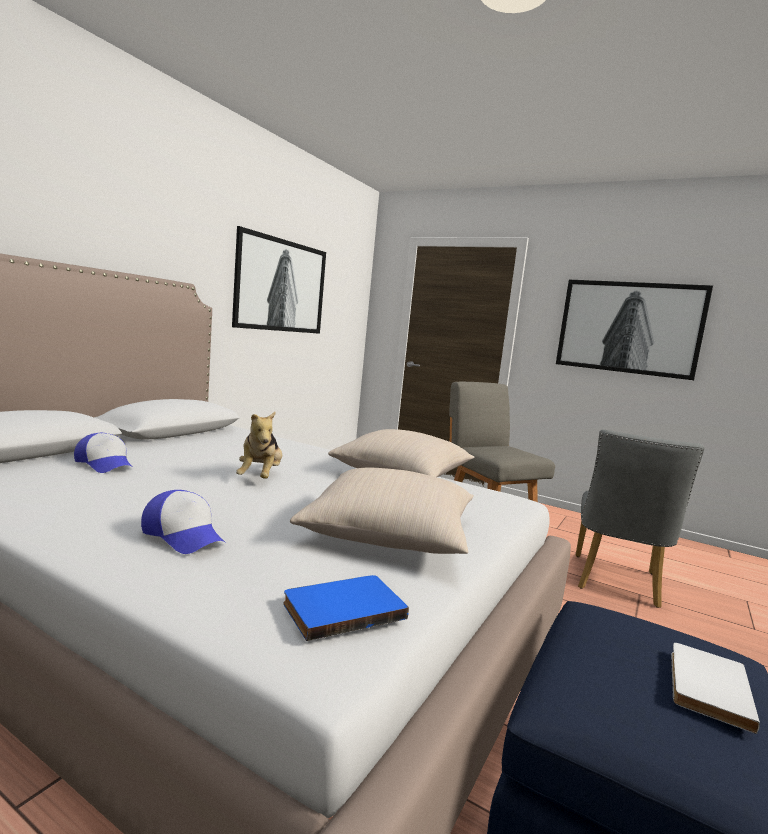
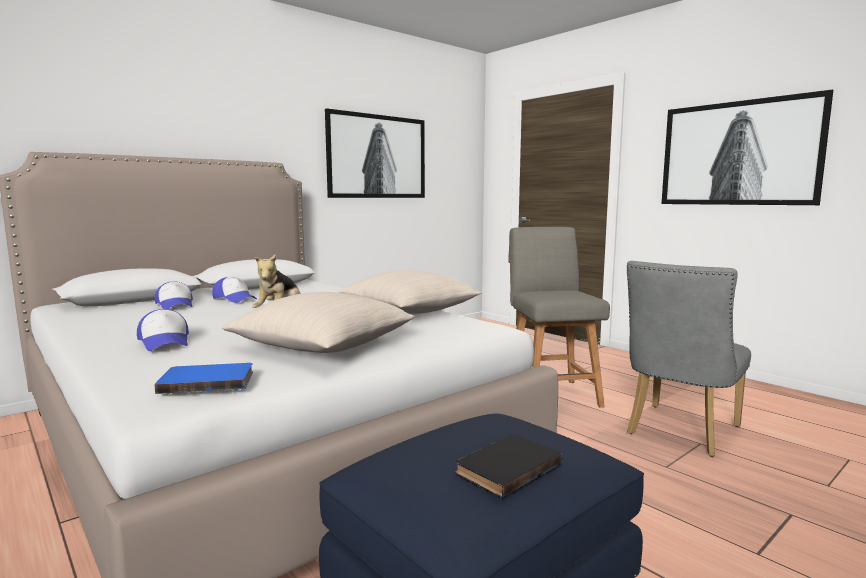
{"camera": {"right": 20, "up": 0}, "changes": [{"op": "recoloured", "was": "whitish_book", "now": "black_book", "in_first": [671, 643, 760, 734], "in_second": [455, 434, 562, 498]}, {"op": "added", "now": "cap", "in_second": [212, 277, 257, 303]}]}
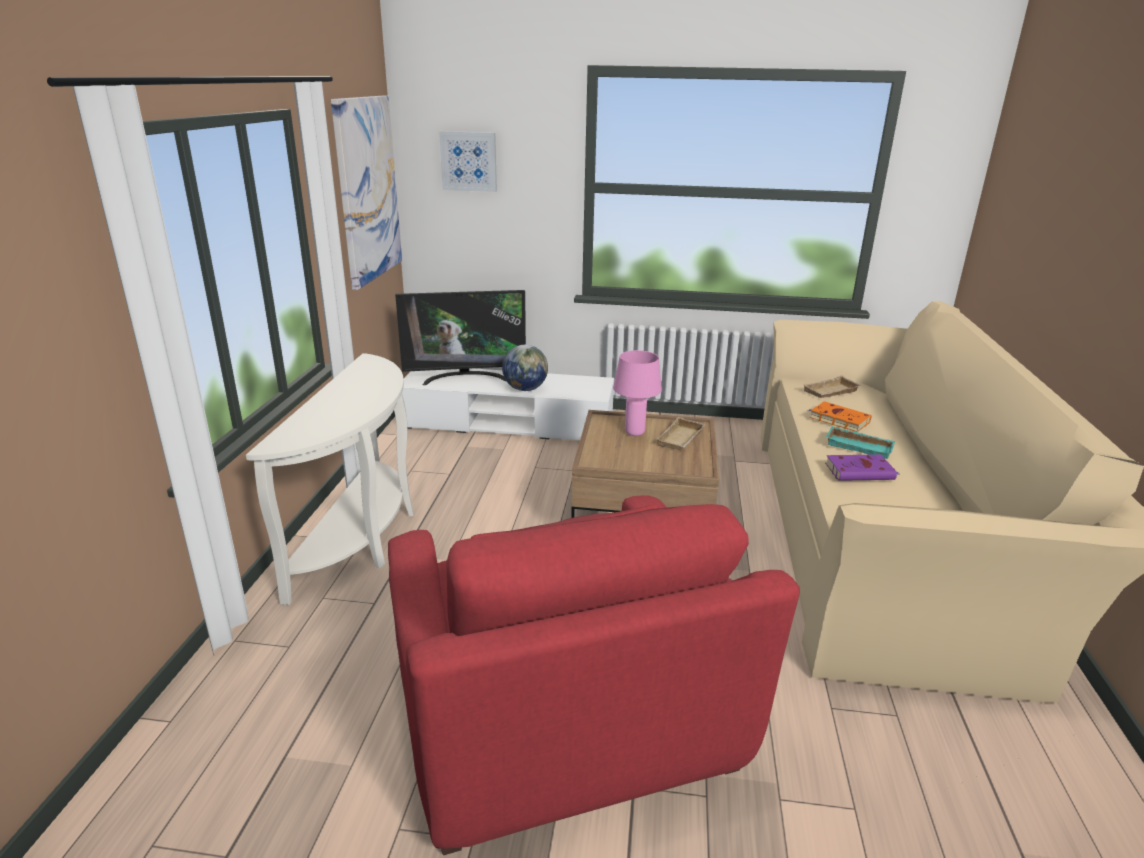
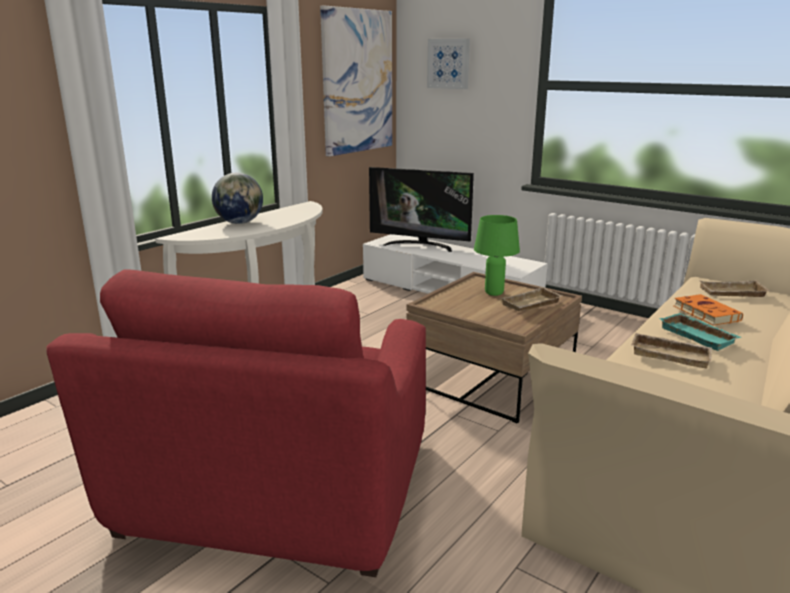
{"camera": {"right": 30, "up": -5}, "changes": [{"op": "moved", "was": "world_globe", "in_first": [502, 345, 548, 391], "in_second": [212, 173, 263, 224]}, {"op": "recoloured", "was": "pinkish_lamp_for_a_table", "now": "green_lamp_for_a_table", "in_first": [613, 350, 662, 436], "in_second": [474, 215, 520, 296]}, {"op": "replaced", "was": "purple_book", "now": "sand-coloured_tray", "in_first": [825, 455, 899, 481], "in_second": [631, 333, 712, 368]}]}
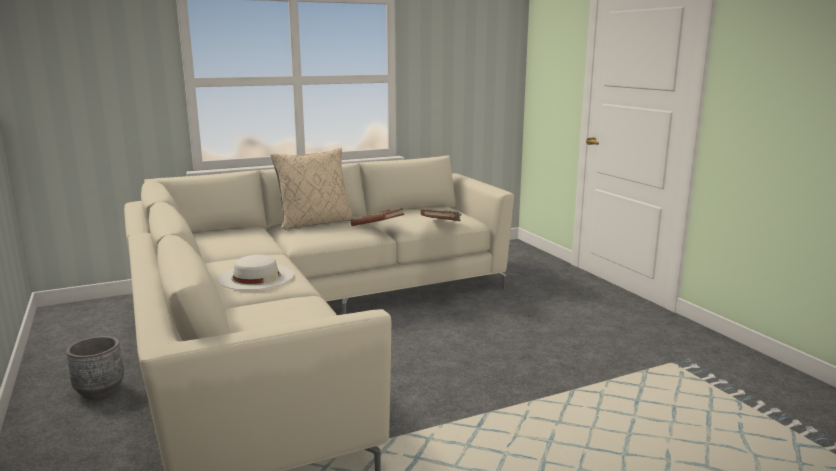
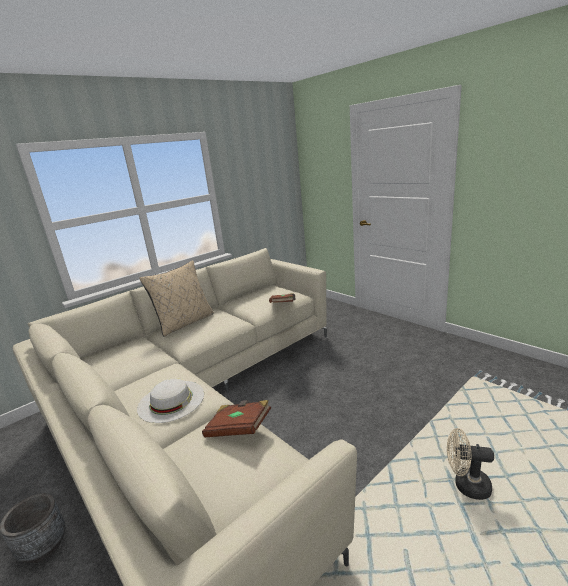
{"camera": {"right": -15, "up": 5}, "changes": [{"op": "moved", "was": "brownish_book", "in_first": [350, 208, 404, 226], "in_second": [202, 400, 271, 437]}, {"op": "added", "now": "sand-coloured_electric_fan", "in_second": [447, 428, 494, 500]}]}
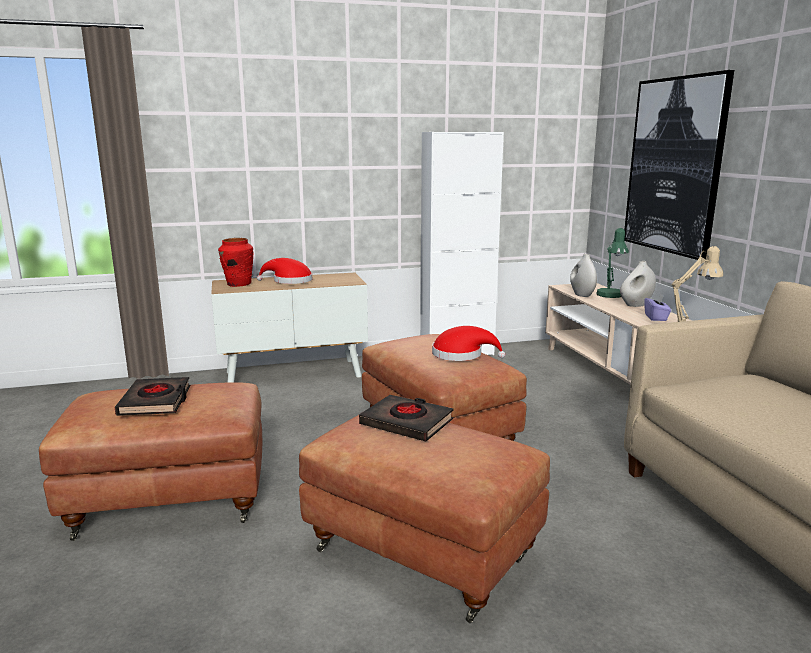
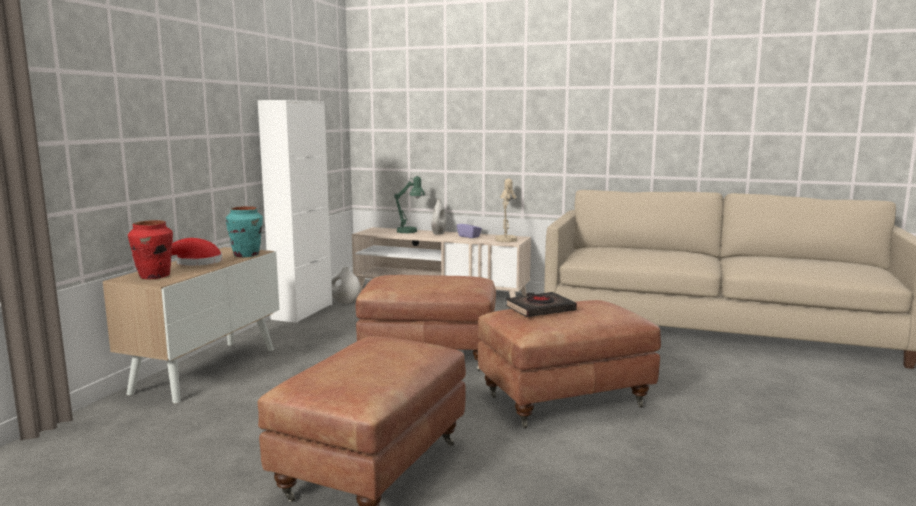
{"camera": {"right": -55, "up": -5}, "changes": [{"op": "removed", "was": "black_book", "in_first": [114, 377, 191, 416]}, {"op": "removed", "was": "red_hat", "in_first": [432, 326, 505, 361]}, {"op": "moved", "was": "whitish_flower_vase", "in_first": [570, 254, 597, 297], "in_second": [331, 267, 361, 304]}, {"op": "removed", "was": "wall_picture", "in_first": [624, 70, 734, 260]}, {"op": "added", "now": "blue-green_flower_vase", "in_second": [226, 206, 263, 257]}]}
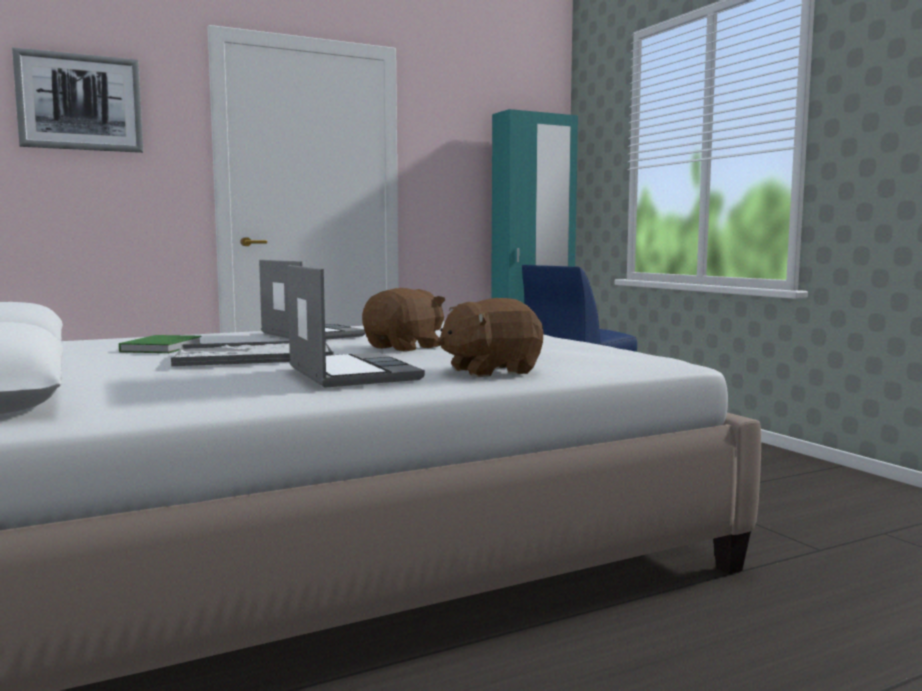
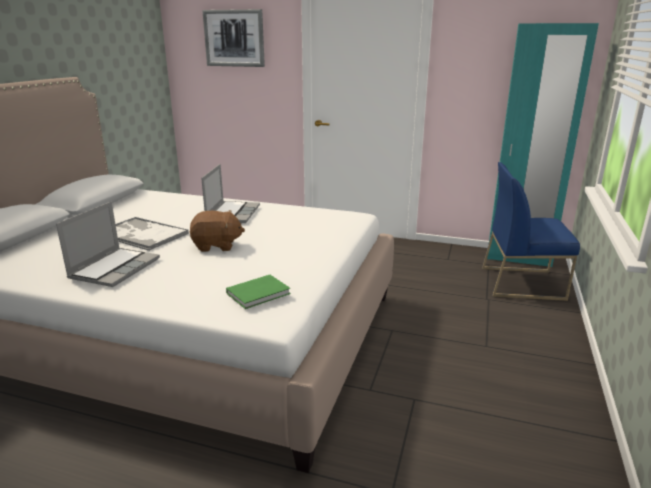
{"camera": {"right": 45, "up": 15}, "changes": [{"op": "moved", "was": "green_book", "in_first": [119, 335, 202, 353], "in_second": [226, 275, 290, 309]}, {"op": "removed", "was": "brownish_plush_toy", "in_first": [437, 298, 543, 378]}]}
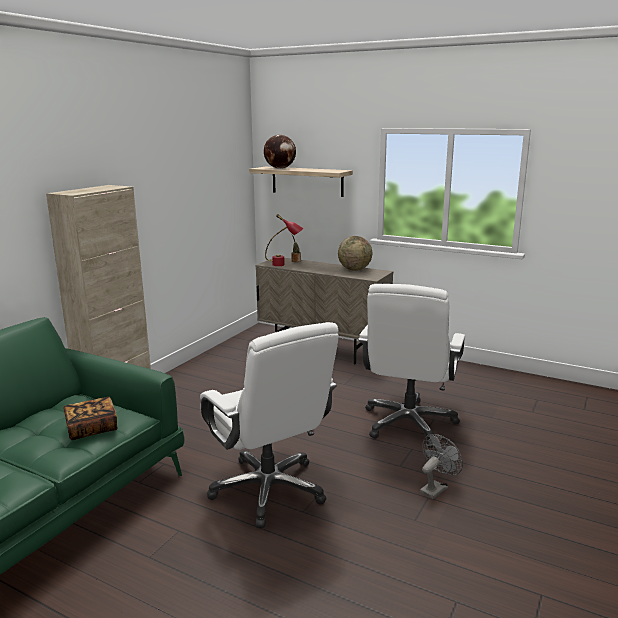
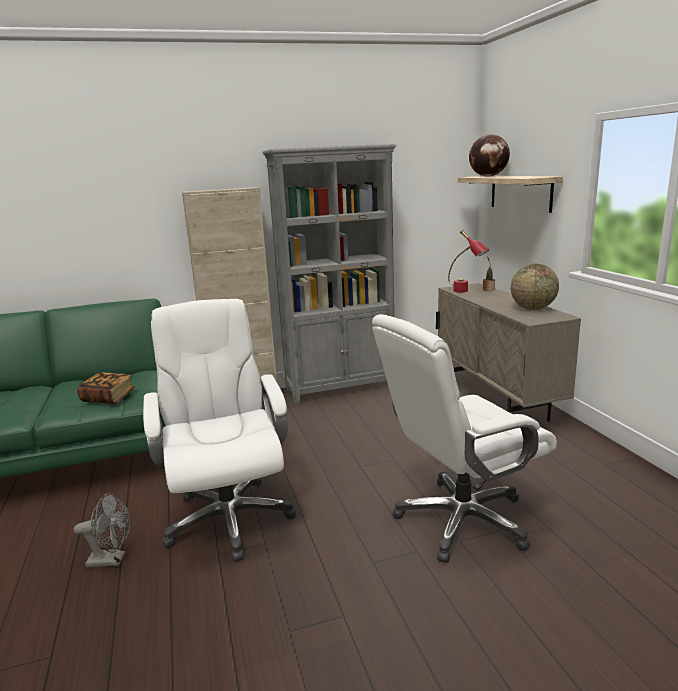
{"camera": {"right": 45, "up": 0}, "changes": [{"op": "turned", "was": "whitish_computer_chair", "in_first": [200, 322, 339, 528], "in_second": [143, 299, 296, 562], "clockwise": 150}, {"op": "moved", "was": "greyish_electric_fan", "in_first": [420, 434, 463, 499], "in_second": [74, 493, 130, 567]}, {"op": "added", "now": "greyish_shelving_unit", "in_second": [263, 144, 396, 404]}]}
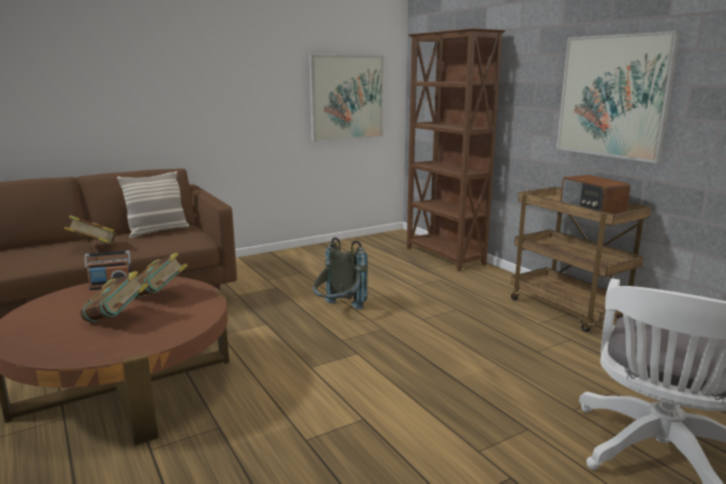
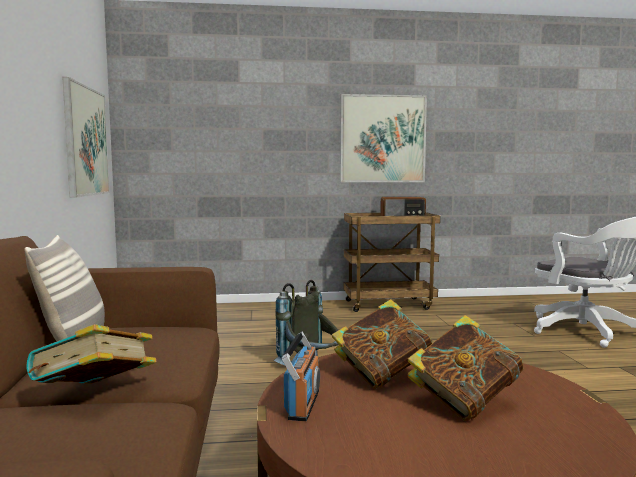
{"camera": {"right": -65, "up": -10}, "changes": [{"op": "removed", "was": "brownish_shelving_unit", "in_first": [407, 28, 505, 271]}]}
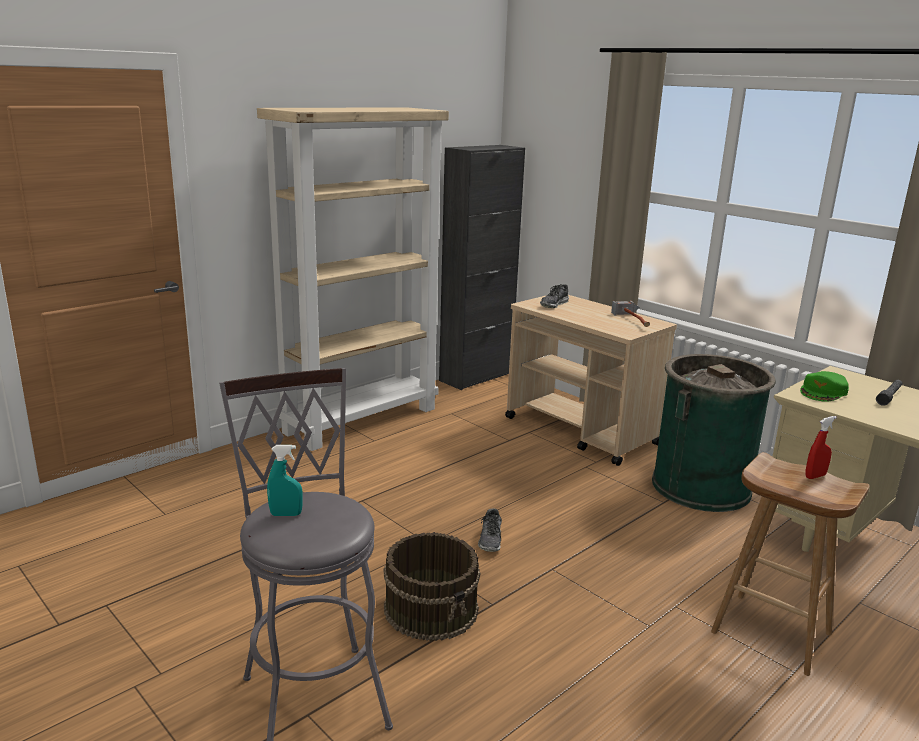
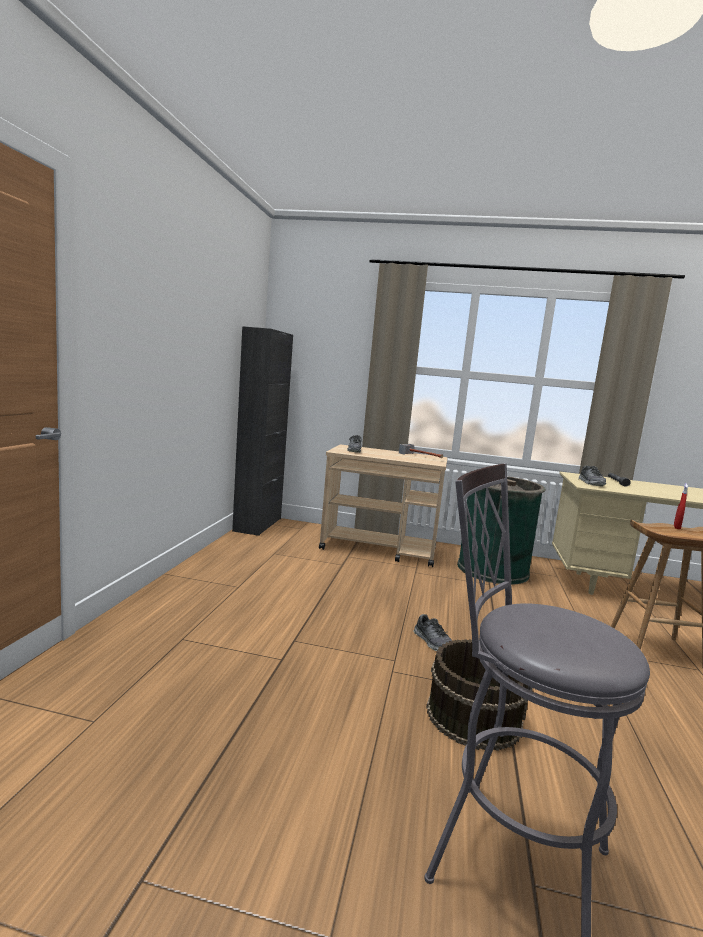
{"camera": {"right": -35, "up": -10}, "changes": [{"op": "removed", "was": "sand-coloured_shelving_unit", "in_first": [257, 107, 449, 451]}, {"op": "removed", "was": "blue-green_sprayer", "in_first": [267, 445, 303, 516]}, {"op": "replaced", "was": "green_cap", "now": "item_of_footwear", "in_first": [800, 371, 849, 402], "in_second": [578, 466, 606, 487]}]}
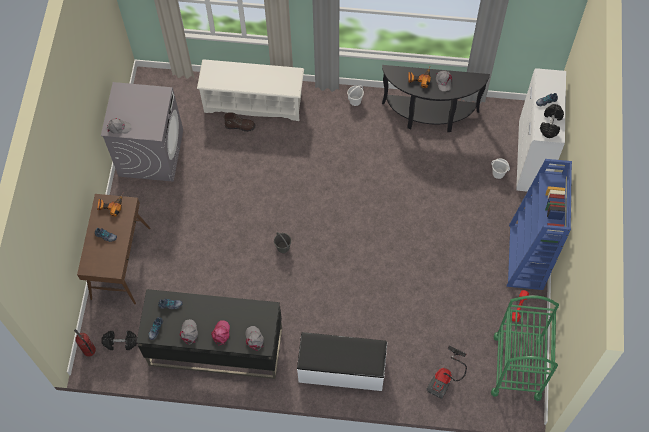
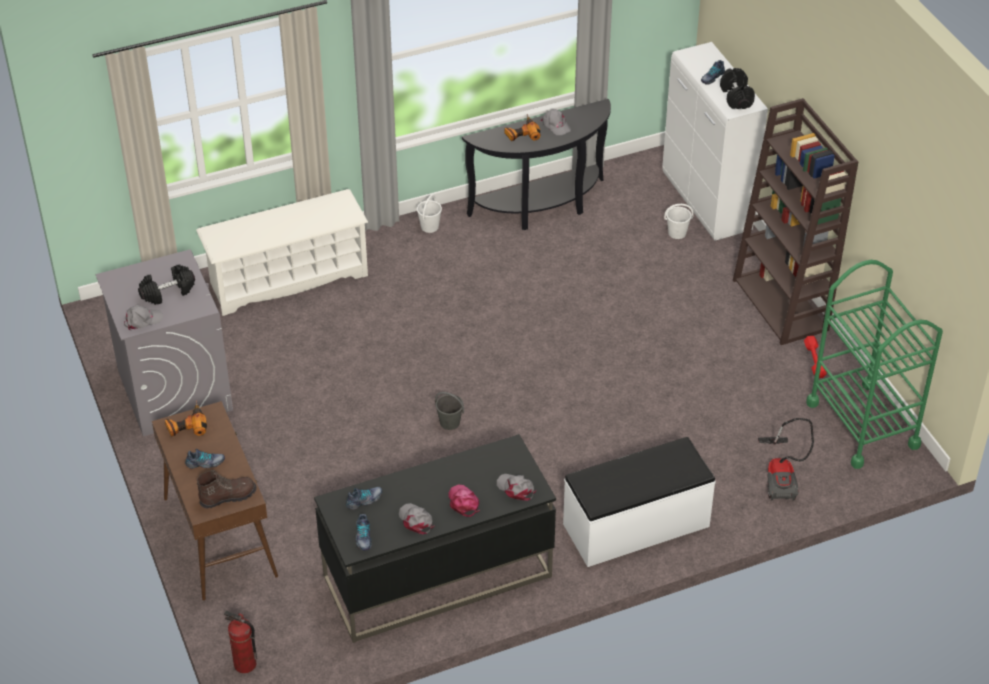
{"camera": {"right": -30, "up": -20}, "changes": [{"op": "moved", "was": "black_dumbbell", "in_first": [101, 331, 137, 350], "in_second": [138, 264, 195, 305]}, {"op": "moved", "was": "brownish_boot", "in_first": [224, 112, 256, 132], "in_second": [197, 470, 256, 508]}, {"op": "recoloured", "was": "blue-coloured_shelving_unit", "now": "brownish_shelving_unit", "in_first": [507, 159, 572, 290], "in_second": [733, 98, 859, 345]}]}
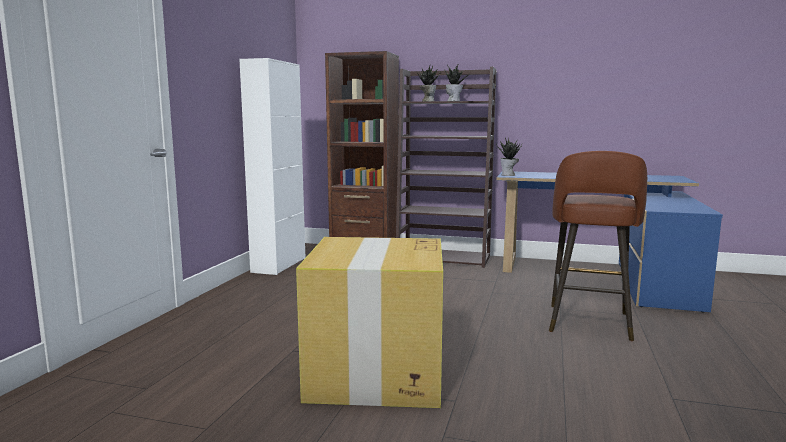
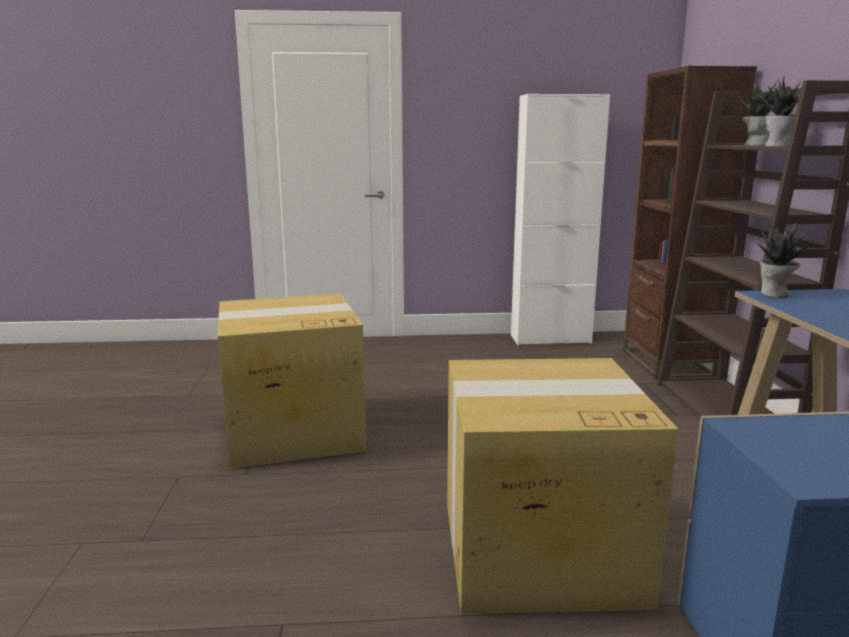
{"camera": {"right": 70, "up": 5}, "changes": [{"op": "replaced", "was": "brownish_sitting_stool", "now": "cardboard_box", "in_first": [549, 151, 647, 341], "in_second": [447, 358, 678, 615]}]}
